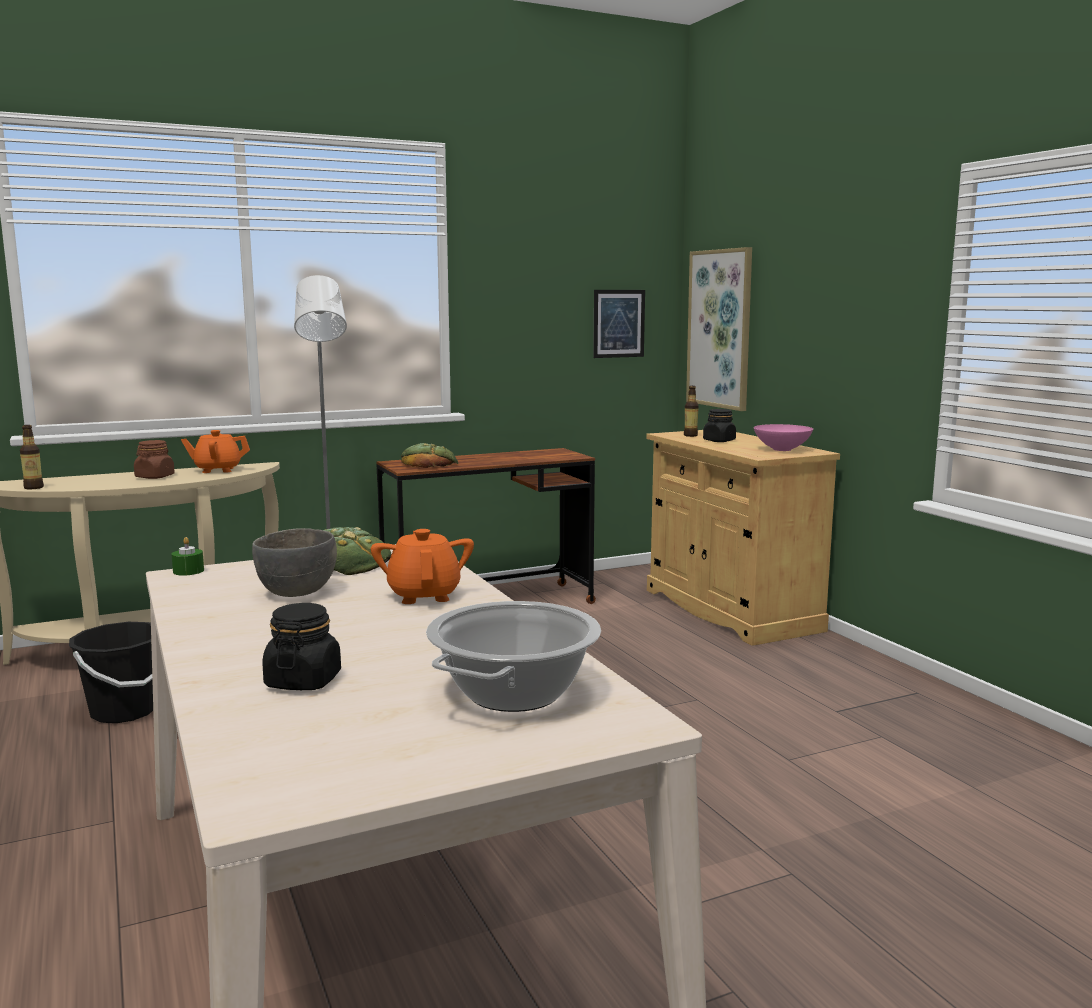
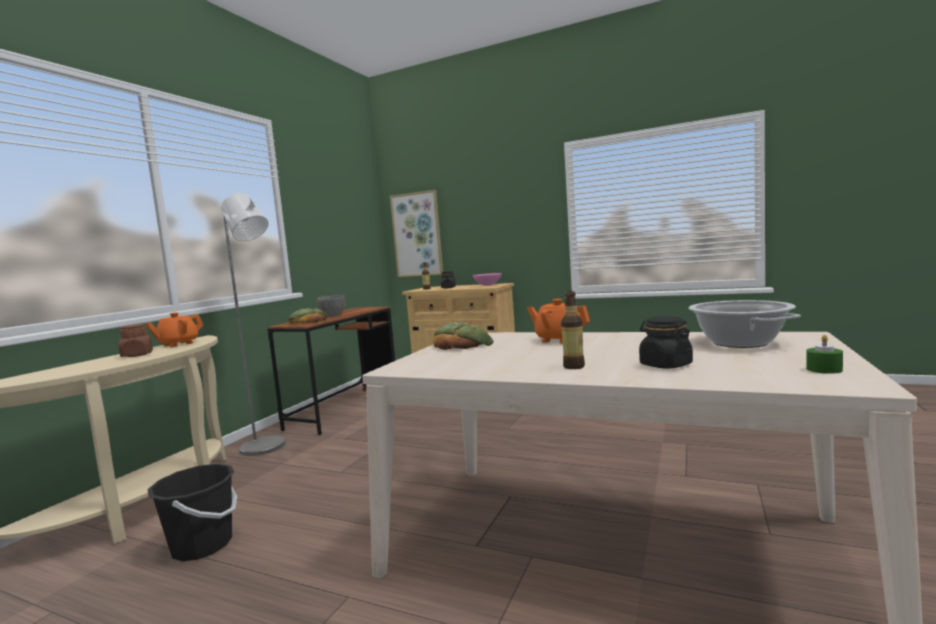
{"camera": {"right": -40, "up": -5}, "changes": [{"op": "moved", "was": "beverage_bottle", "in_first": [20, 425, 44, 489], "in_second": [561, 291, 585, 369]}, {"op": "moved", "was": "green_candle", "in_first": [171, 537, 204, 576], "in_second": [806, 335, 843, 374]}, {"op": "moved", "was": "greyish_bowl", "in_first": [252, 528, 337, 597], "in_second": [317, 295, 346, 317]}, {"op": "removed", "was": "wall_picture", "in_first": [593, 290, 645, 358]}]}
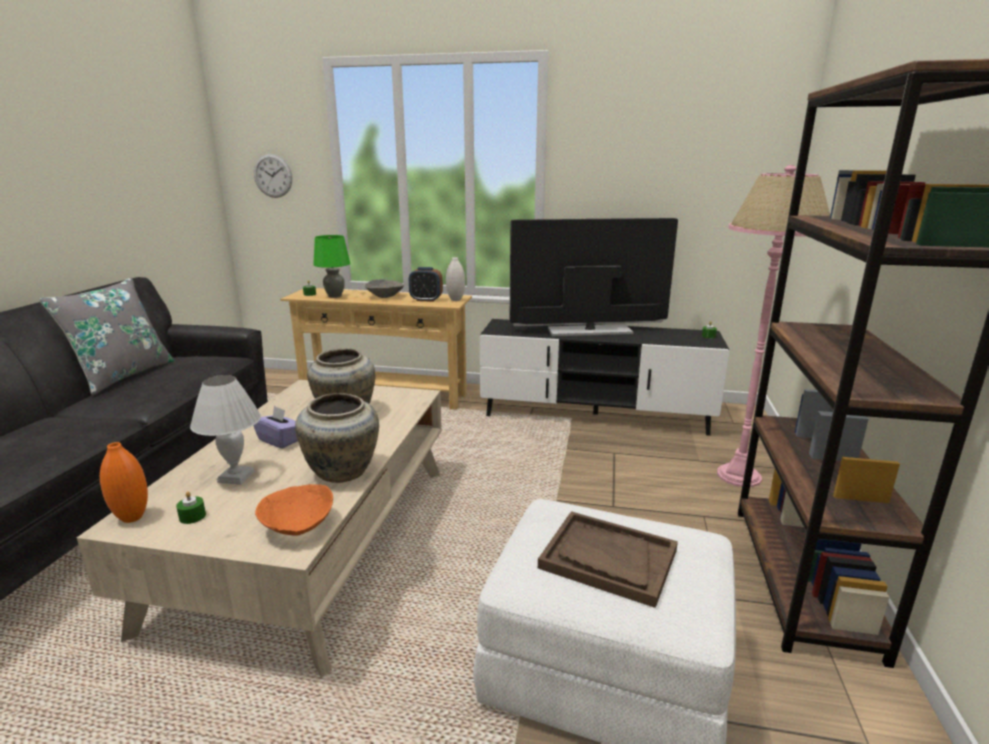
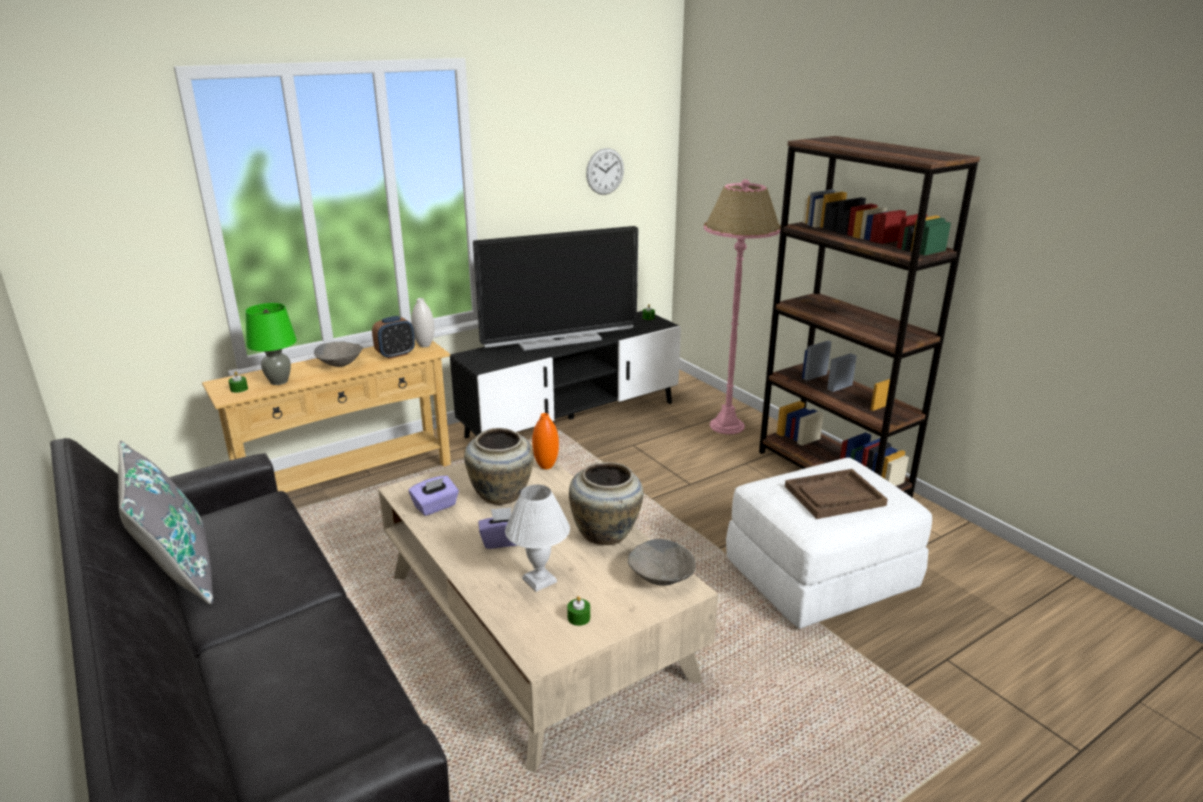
{"camera": {"right": -45, "up": 5}, "changes": [{"op": "moved", "was": "orange_flower_vase", "in_first": [100, 442, 148, 523], "in_second": [532, 413, 559, 469]}, {"op": "moved", "was": "wall_clock", "in_first": [254, 154, 292, 198], "in_second": [586, 148, 624, 195]}, {"op": "recoloured", "was": "orange_bowl", "now": "greyish_bowl", "in_first": [255, 484, 333, 536], "in_second": [628, 539, 696, 586]}, {"op": "turned", "was": "television", "in_first": [510, 218, 678, 336], "in_second": [473, 226, 638, 351], "clockwise": -150}, {"op": "added", "now": "purple_tissue_box", "in_second": [409, 476, 459, 516]}]}
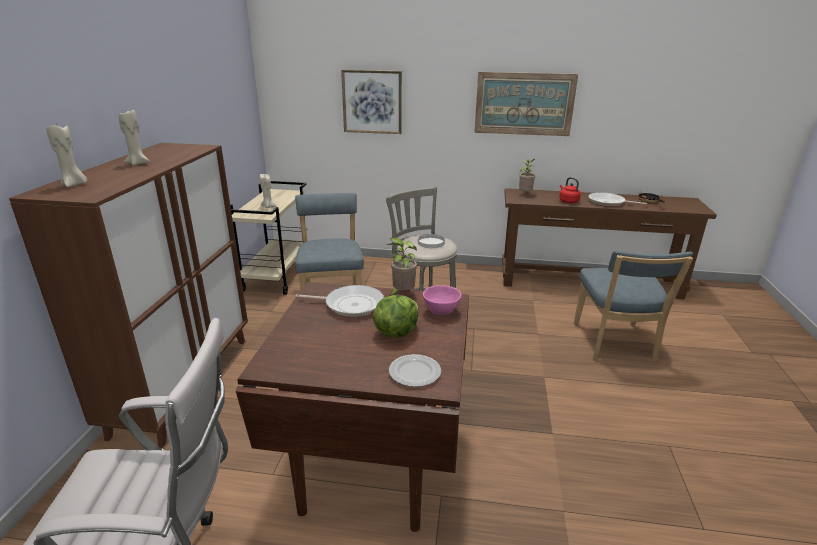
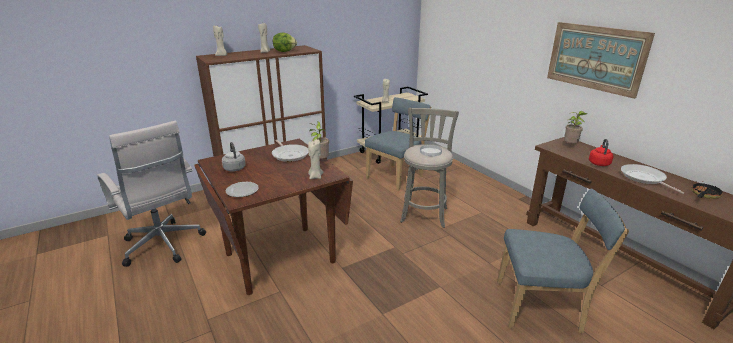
{"camera": {"right": 50, "up": 0}, "changes": [{"op": "removed", "was": "wall_picture", "in_first": [341, 70, 402, 134]}, {"op": "moved", "was": "lettuce_head", "in_first": [373, 295, 418, 338], "in_second": [273, 33, 297, 52]}, {"op": "replaced", "was": "pinkish_bowl", "now": "sand-coloured_candle", "in_first": [423, 285, 461, 315], "in_second": [308, 139, 324, 179]}, {"op": "turned", "was": "blue-coloured_plain_chair", "in_first": [574, 250, 693, 361], "in_second": [497, 189, 629, 334], "clockwise": -135}, {"op": "added", "now": "greyish_water_kettle", "in_second": [222, 142, 246, 171]}]}
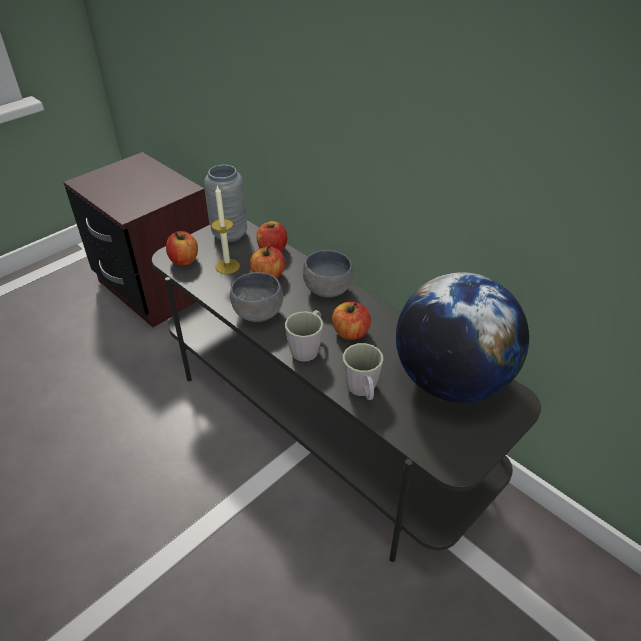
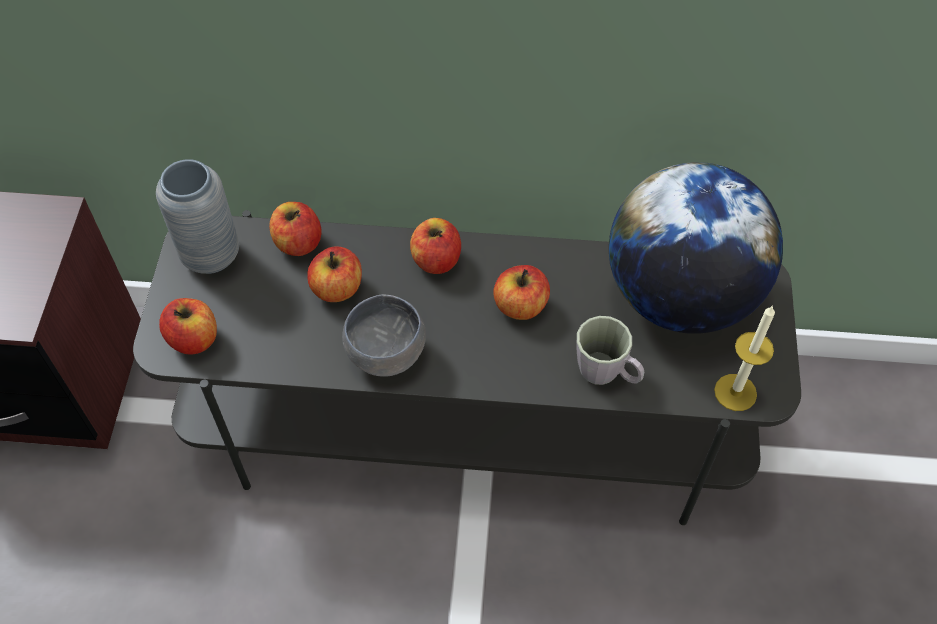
{"camera": {"right": -40, "up": 15}, "changes": [{"op": "moved", "was": "candle", "in_first": [211, 186, 240, 274], "in_second": [714, 305, 775, 411]}, {"op": "removed", "was": "greyish_coffee_mug", "in_first": [285, 310, 323, 362]}, {"op": "replaced", "was": "greyish_bowl", "now": "whole_apple", "in_first": [303, 250, 353, 298], "in_second": [410, 218, 461, 274]}]}
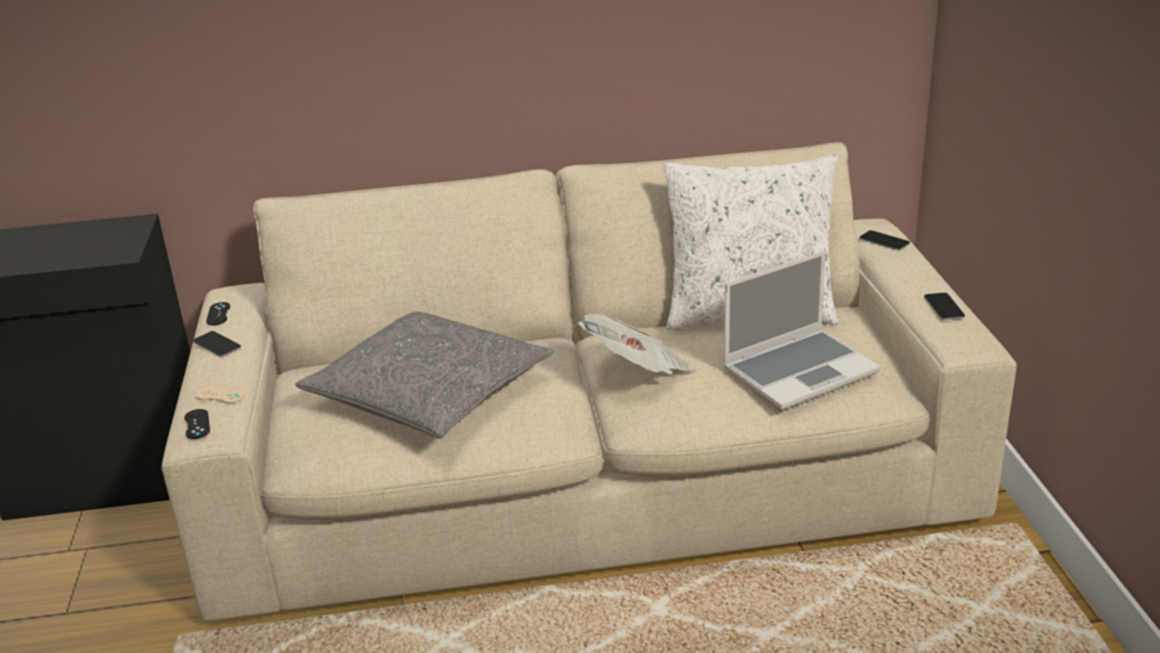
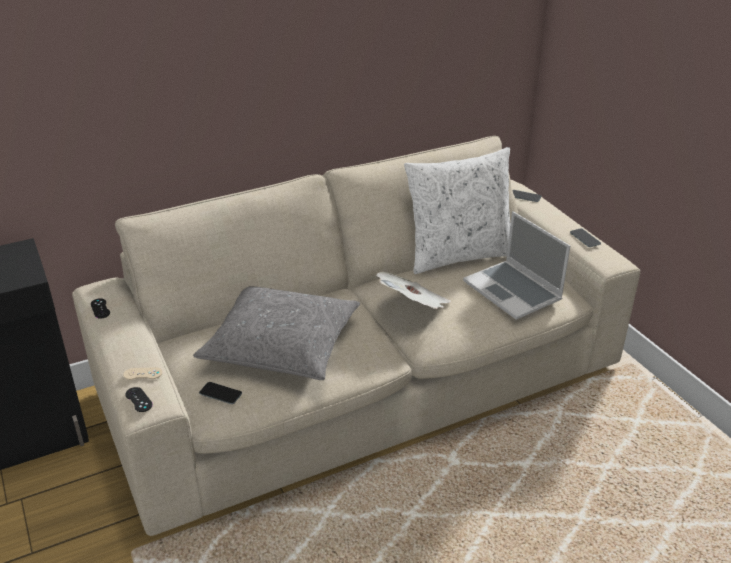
{"camera": {"right": -20, "up": 5}, "changes": [{"op": "moved", "was": "handset", "in_first": [193, 331, 241, 357], "in_second": [199, 382, 242, 404]}, {"op": "turned", "was": "notebook_computer", "in_first": [723, 251, 881, 410], "in_second": [463, 211, 570, 320], "clockwise": 105}]}
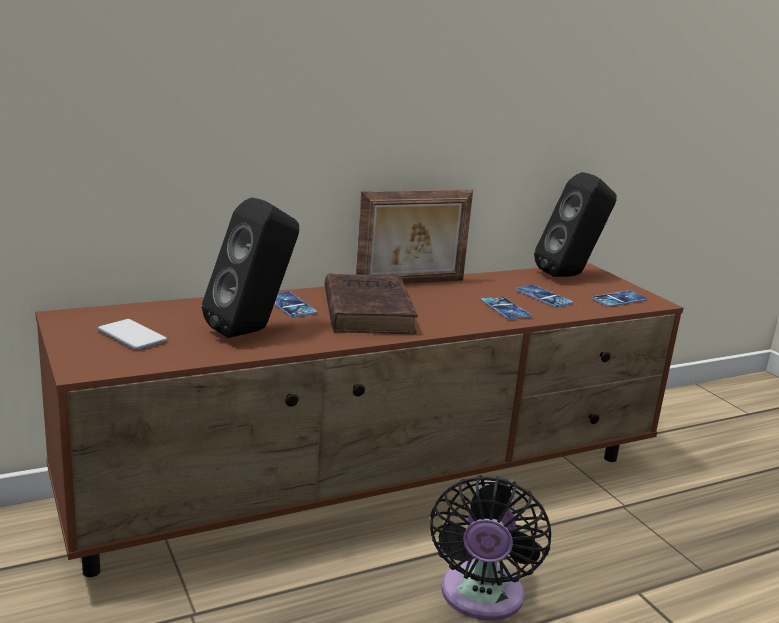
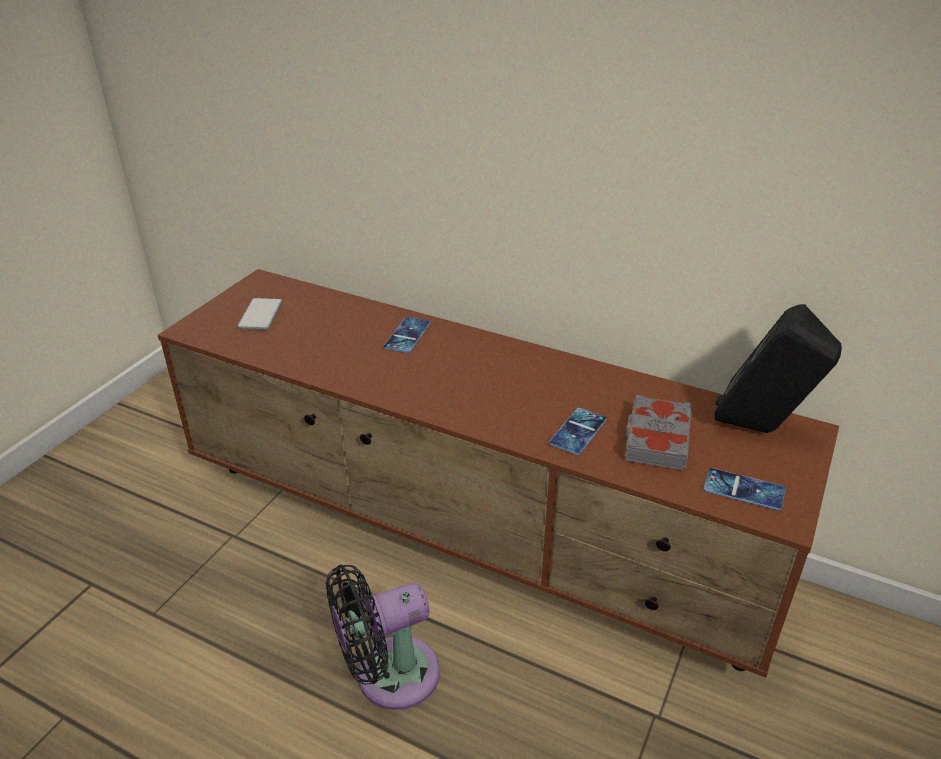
{"camera": {"right": 55, "up": 15}, "changes": [{"op": "removed", "was": "black_speaker", "in_first": [202, 197, 299, 338]}, {"op": "removed", "was": "brownish_book", "in_first": [325, 273, 418, 334]}, {"op": "removed", "was": "picture_frame", "in_first": [356, 189, 473, 284]}, {"op": "replaced", "was": "handset", "now": "greyish_book", "in_first": [516, 285, 573, 307], "in_second": [625, 395, 692, 471]}]}
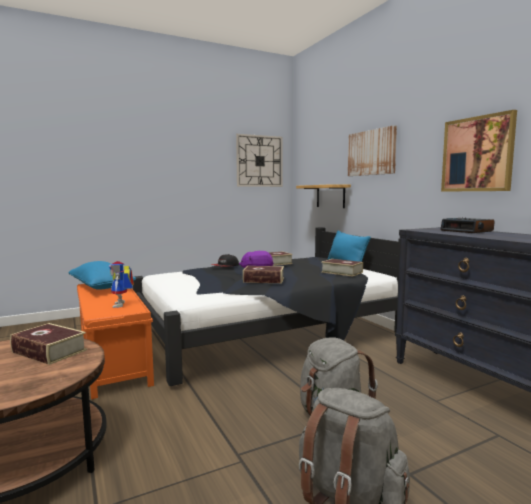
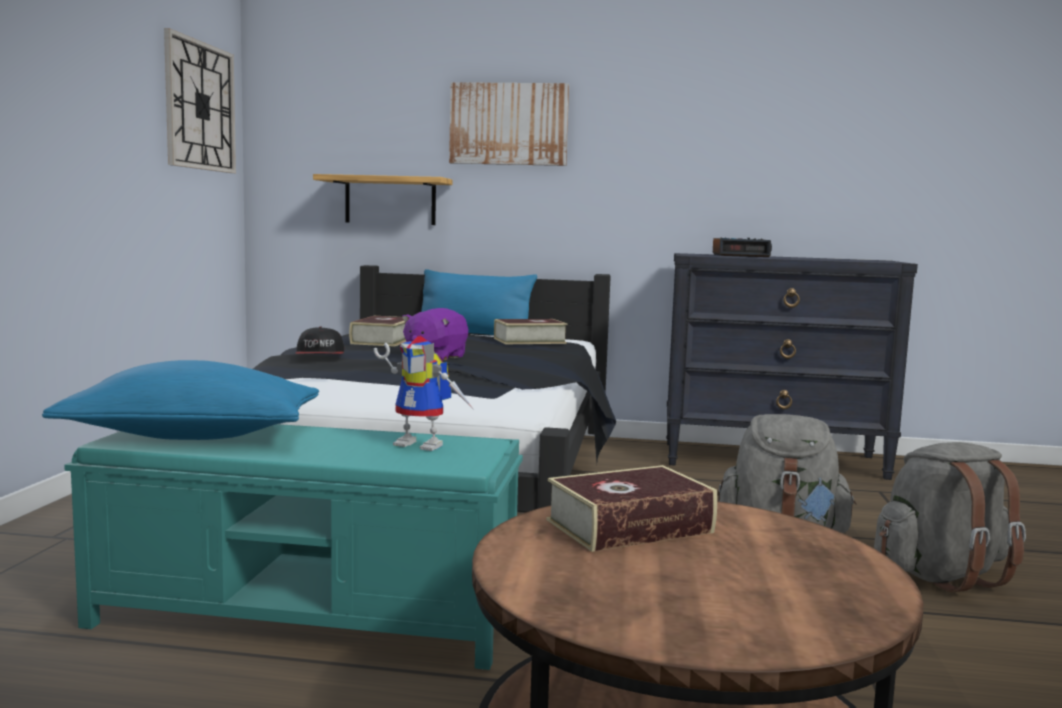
{"camera": {"right": -55, "up": 0}, "changes": [{"op": "recoloured", "was": "orange_indoor_bench", "now": "blue-green_indoor_bench", "in_first": [77, 284, 154, 399], "in_second": [64, 424, 523, 670]}, {"op": "removed", "was": "book", "in_first": [243, 266, 284, 283]}, {"op": "removed", "was": "wall_picture", "in_first": [441, 110, 517, 192]}]}
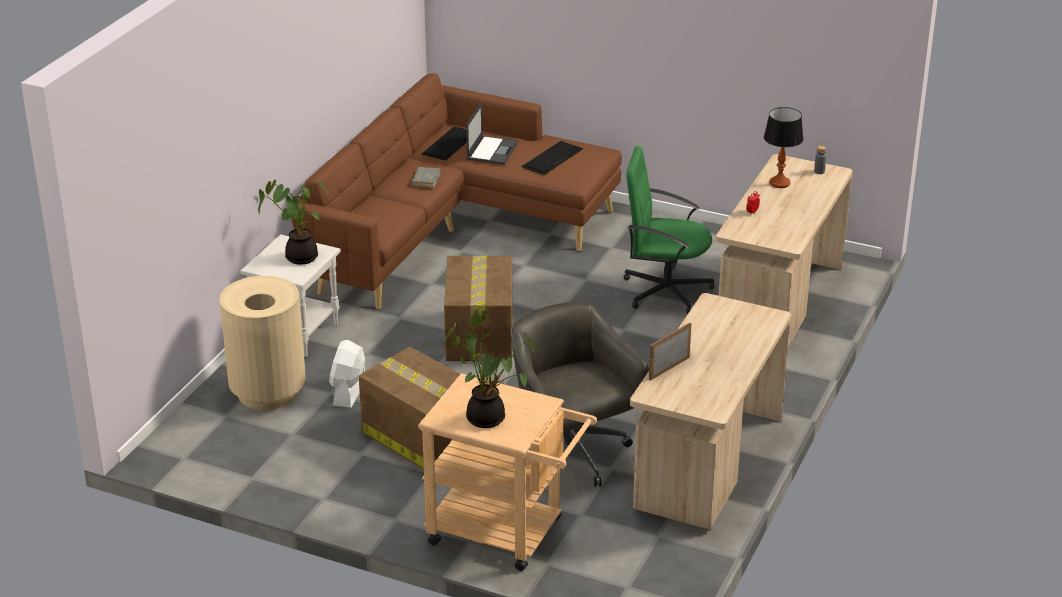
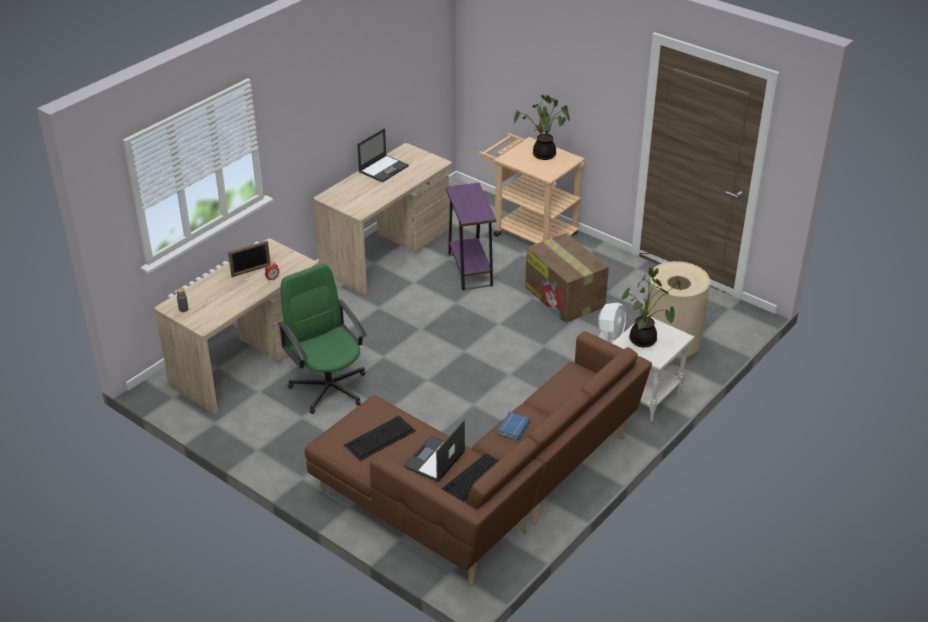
{"camera": {"right": -165, "up": 5}, "changes": [{"op": "recoloured", "was": "greyish_book", "now": "blue-coloured_book", "in_first": [411, 167, 441, 188], "in_second": [497, 412, 530, 441]}, {"op": "removed", "was": "cardboard_box", "in_first": [444, 256, 513, 361]}, {"op": "replaced", "was": "greyish_computer_chair", "now": "purple_accent_table", "in_first": [510, 302, 649, 487], "in_second": [446, 183, 496, 291]}, {"op": "turned", "was": "green_computer_chair", "in_first": [623, 146, 714, 314], "in_second": [278, 263, 367, 414], "clockwise": -150}, {"op": "moved", "was": "picture_frame", "in_first": [649, 322, 692, 380], "in_second": [228, 241, 271, 277]}, {"op": "removed", "was": "lamp_for_a_table", "in_first": [764, 107, 804, 188]}, {"op": "added", "now": "notebook_computer", "in_second": [357, 128, 409, 182]}]}
